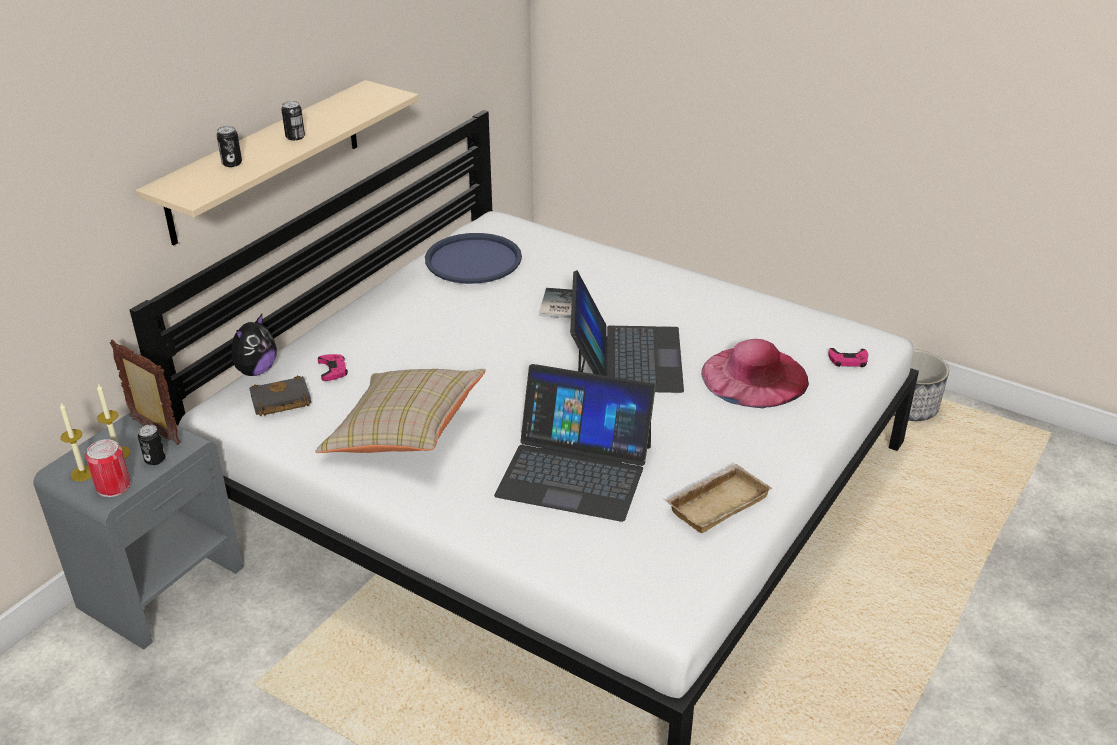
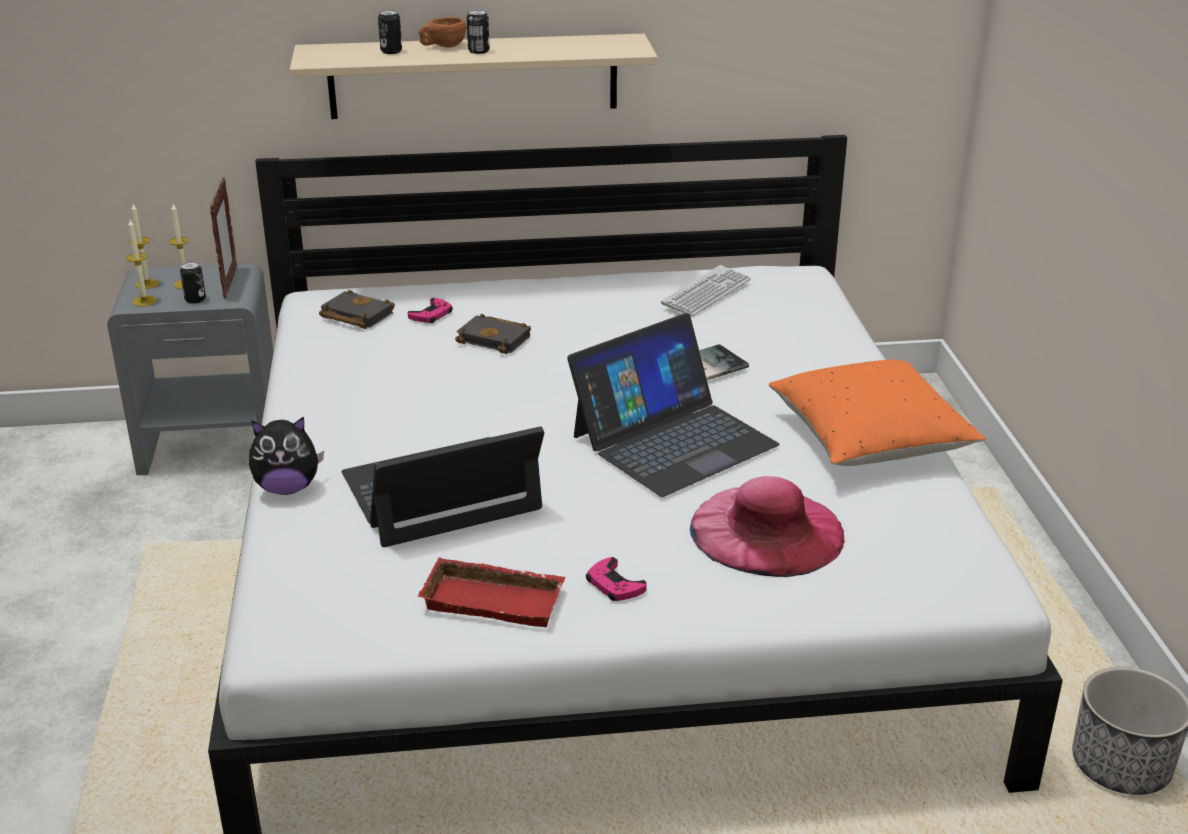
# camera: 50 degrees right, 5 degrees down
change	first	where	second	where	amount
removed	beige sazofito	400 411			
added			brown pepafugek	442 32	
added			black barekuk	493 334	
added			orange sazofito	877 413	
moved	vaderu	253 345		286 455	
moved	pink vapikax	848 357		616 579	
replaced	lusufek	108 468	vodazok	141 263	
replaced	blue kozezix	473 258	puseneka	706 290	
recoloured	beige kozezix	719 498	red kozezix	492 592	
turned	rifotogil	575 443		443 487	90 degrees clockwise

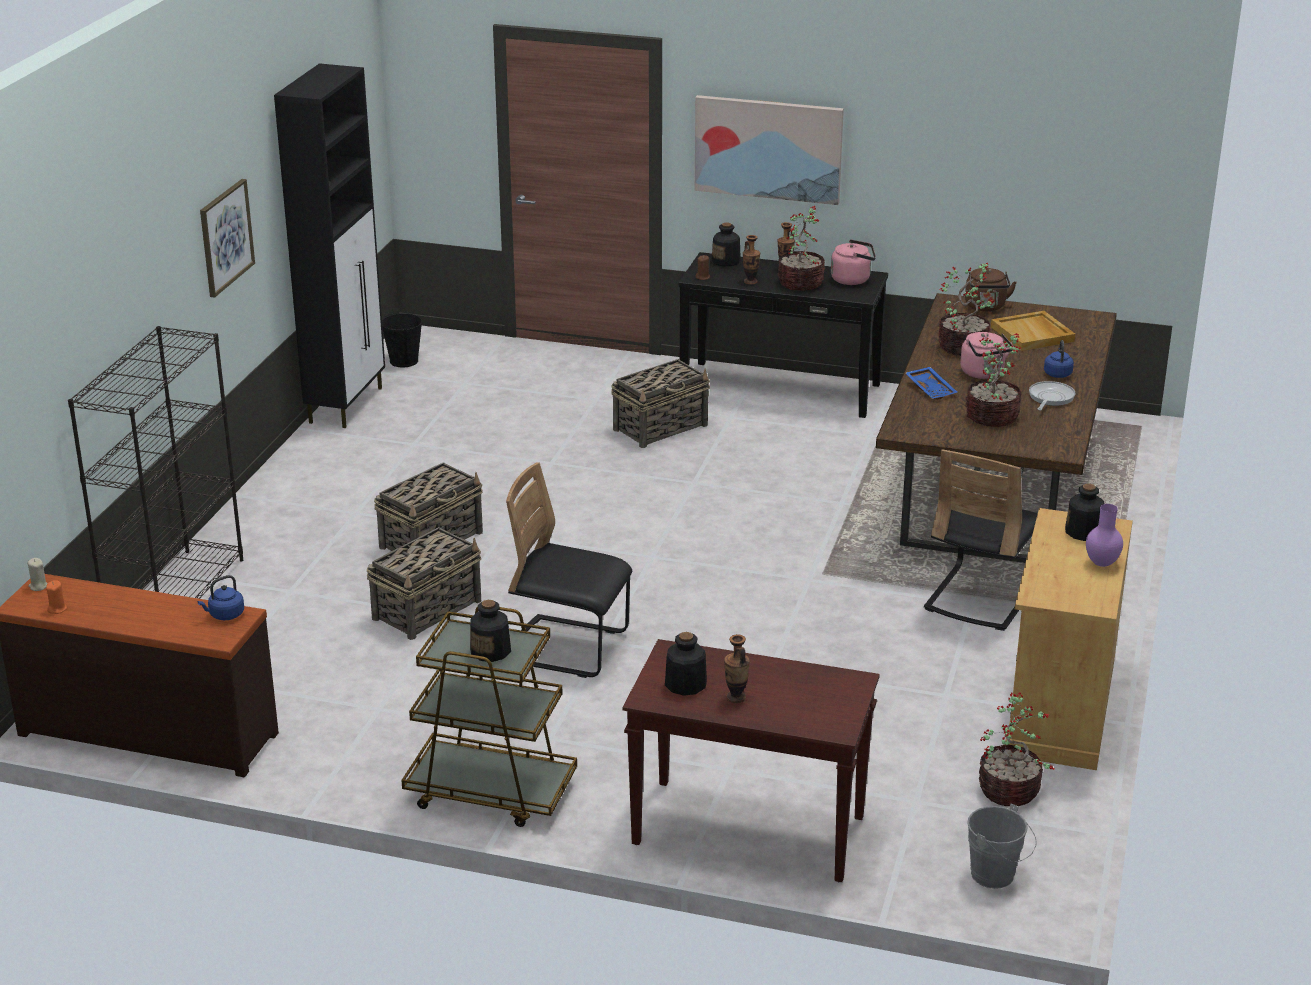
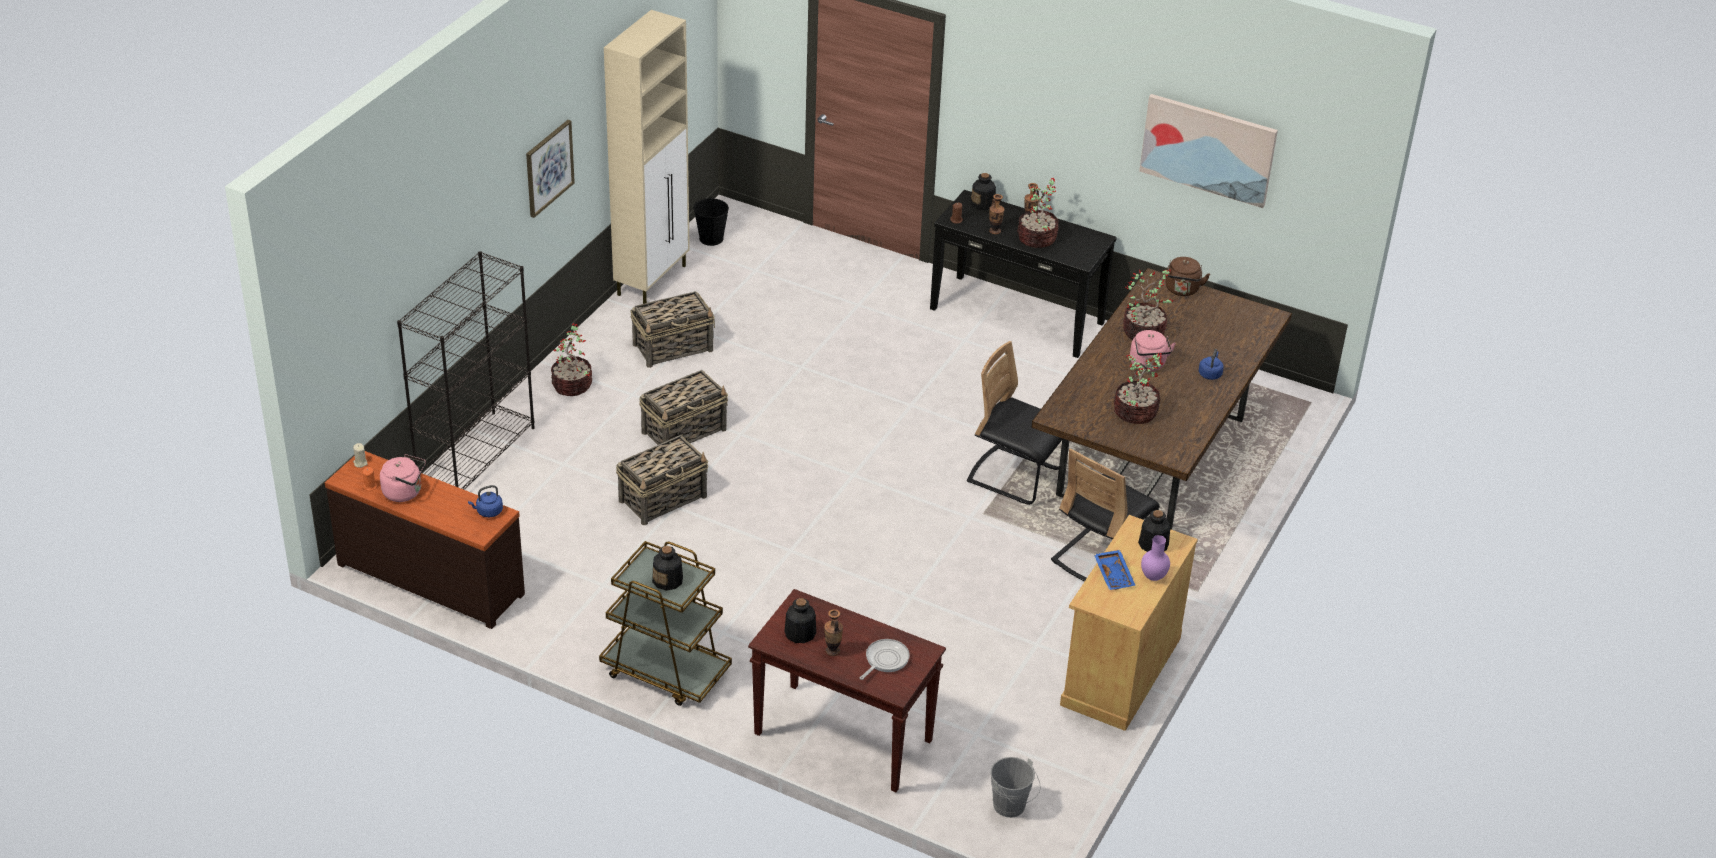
# camera: 10 degrees right, 10 degrees up
change	first	where	second	where	amount
removed	beige kozezix	1033 331			
moved	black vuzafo	569 570		1014 423	
moved	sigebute	660 403		673 329	
moved	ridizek	769 150		1208 151	
moved	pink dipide	853 262		403 478	
moved	blue kozezix	931 383		1114 570	
moved	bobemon	1017 749		571 359	
moved	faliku	1052 395		885 659	
recoloured	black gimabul	329 245	beige gimabul	647 157	

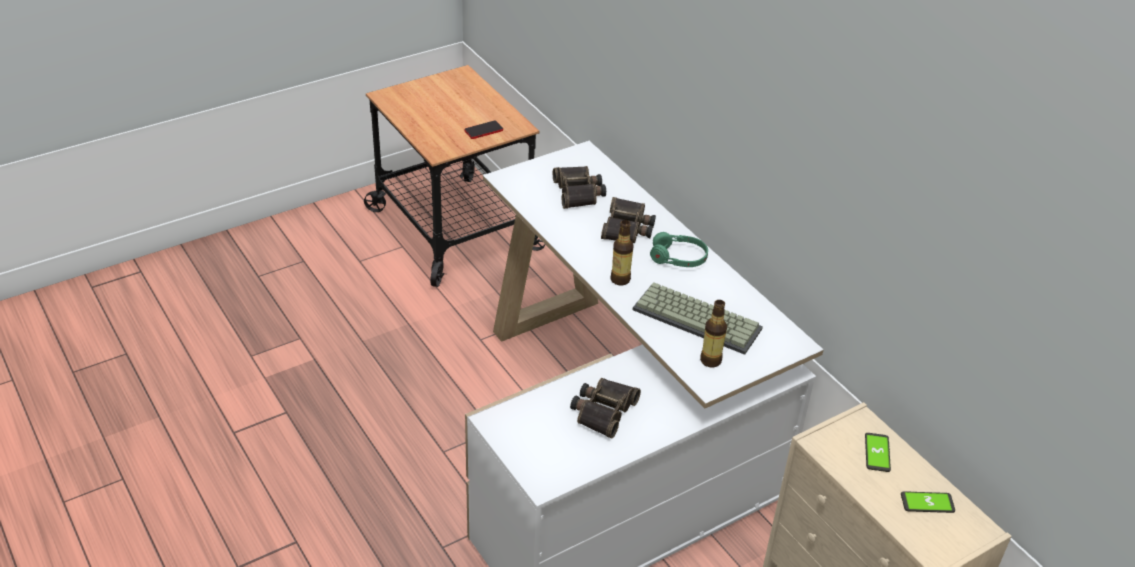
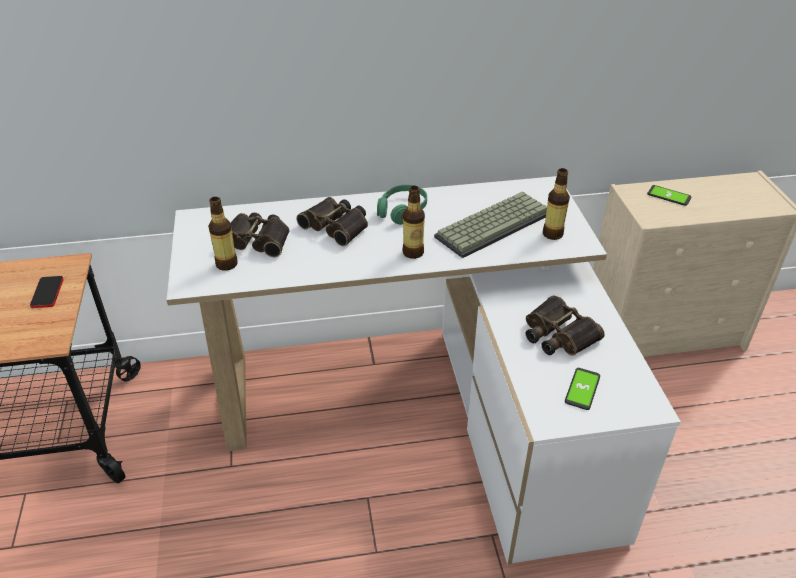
# camera: 65 degrees left, 0 degrees up
change	first	where	second	where	amount
added			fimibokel	223 234	
moved	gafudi	928 502		582 389	

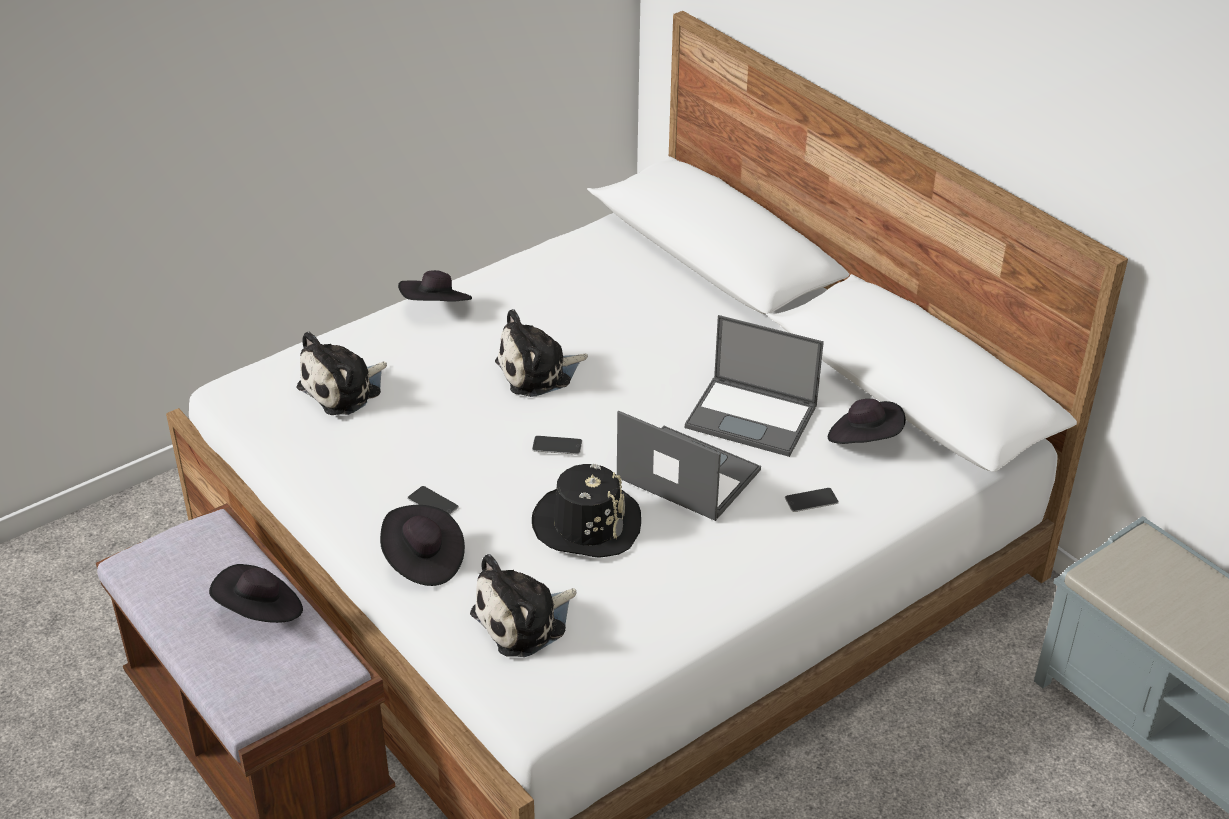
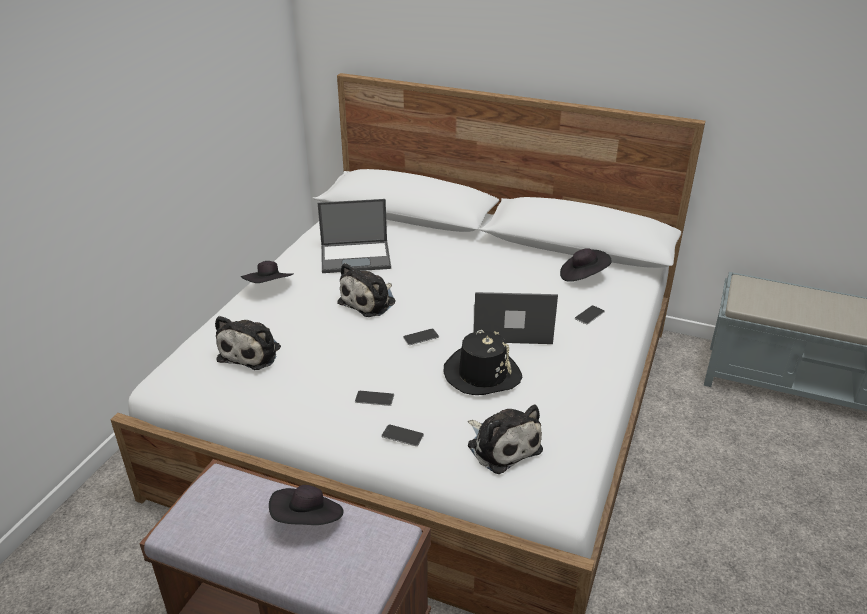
# camera: 30 degrees left, 5 degrees down
change	first	where	second	where	amount
moved	rifotogil	754 386		354 236	
replaced	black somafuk	422 545	gafudi	402 435	
turned	vaderu	523 605		505 439	60 degrees counterclockwise

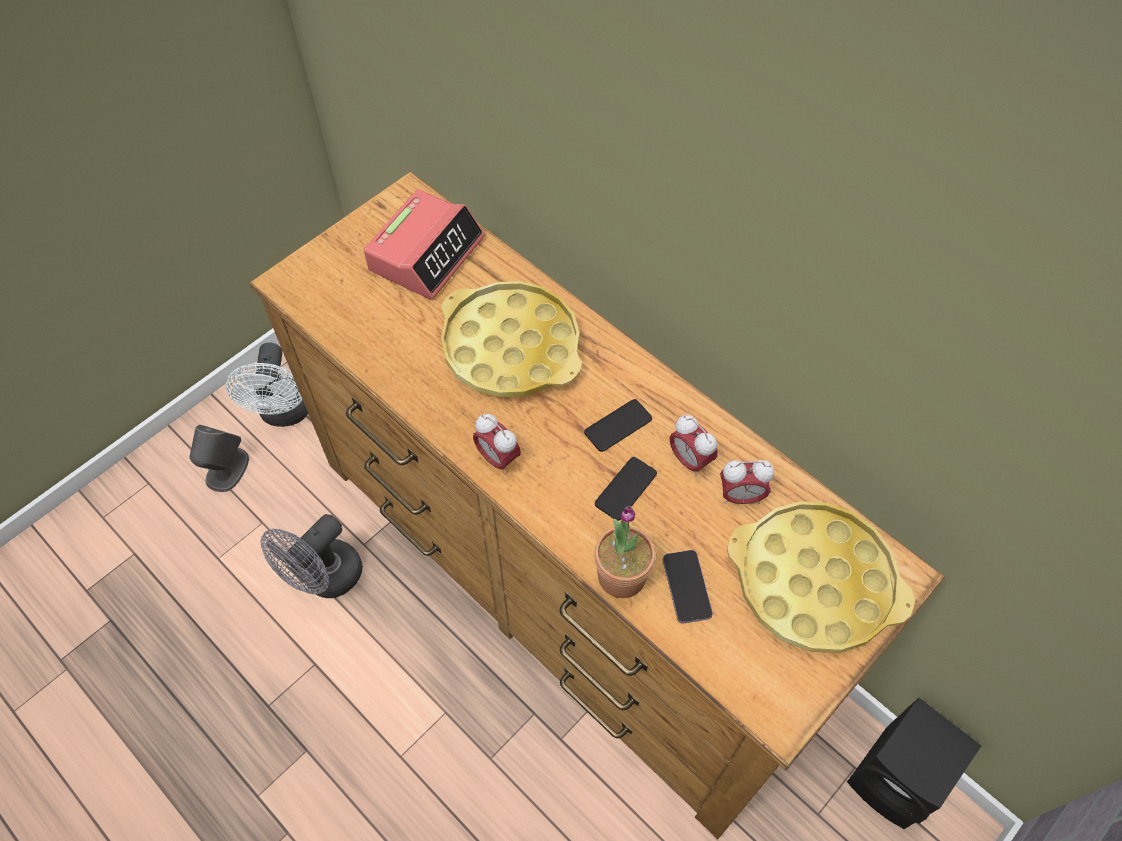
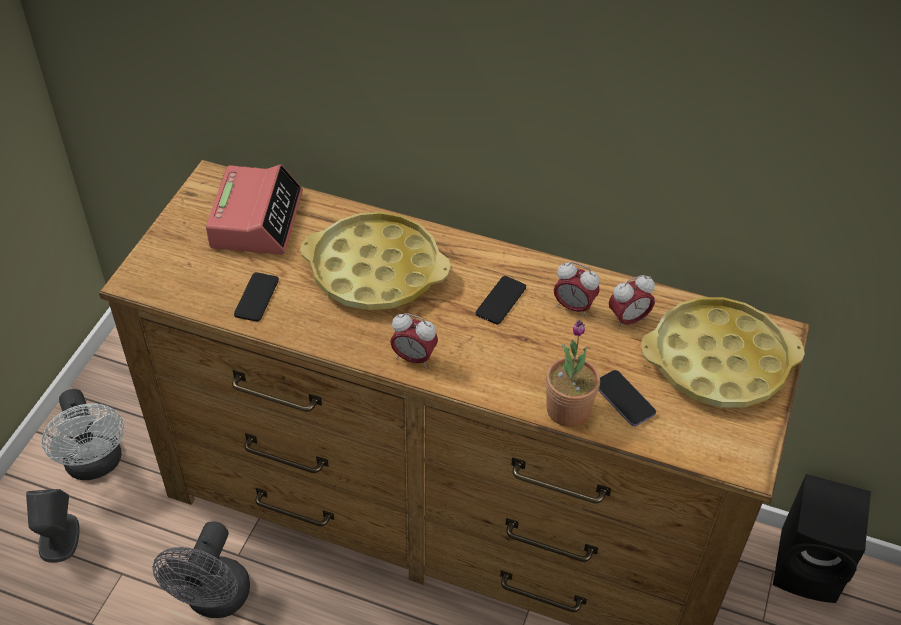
# camera: 25 degrees left, 10 degrees down
change	first	where	second	where	amount
moved	gafudi	626 489		256 297	

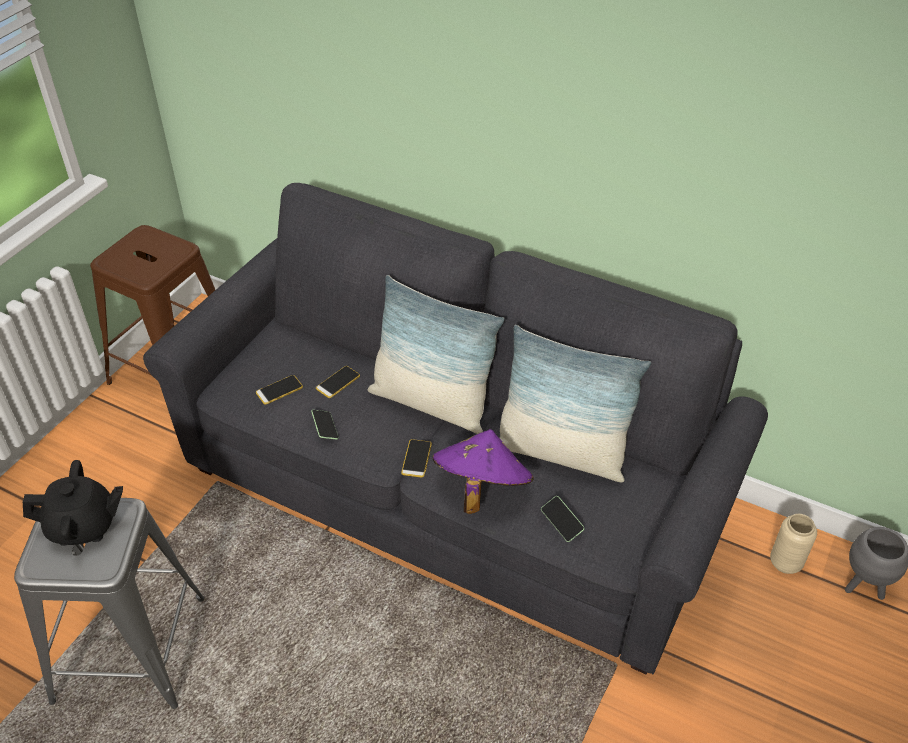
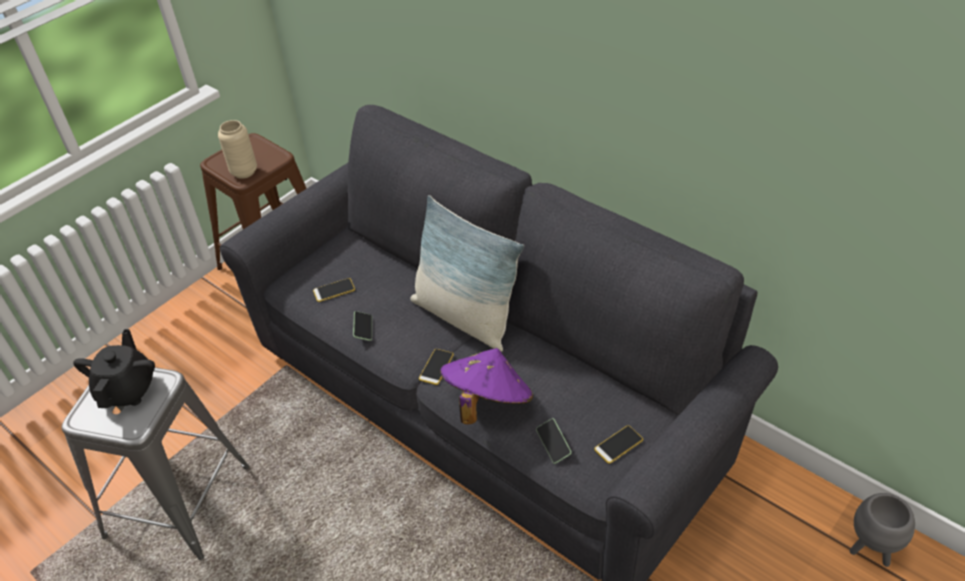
# camera: 15 degrees right, 0 degrees up
change	first	where	second	where	amount
removed	sazofito	575 403			
moved	gafudi	338 382		618 445	
moved	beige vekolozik	793 544		237 149	
turned	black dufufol	73 503		114 368	90 degrees counterclockwise

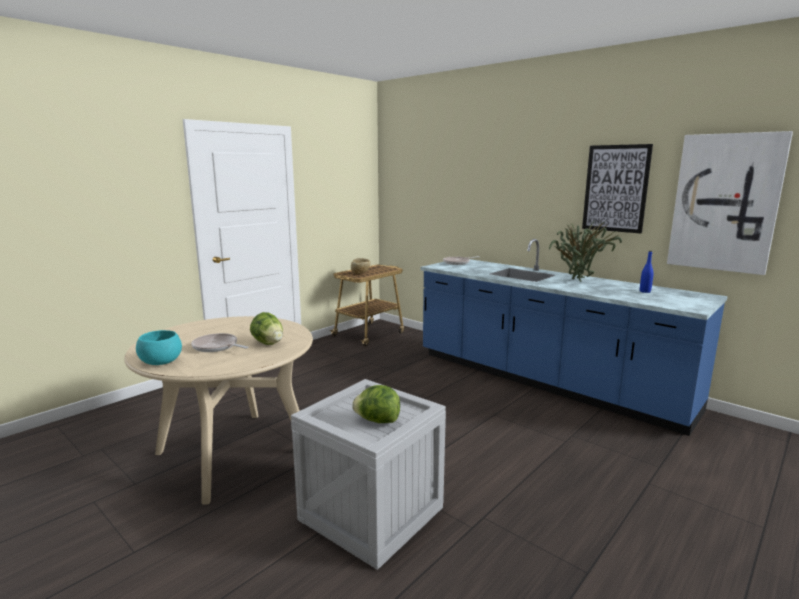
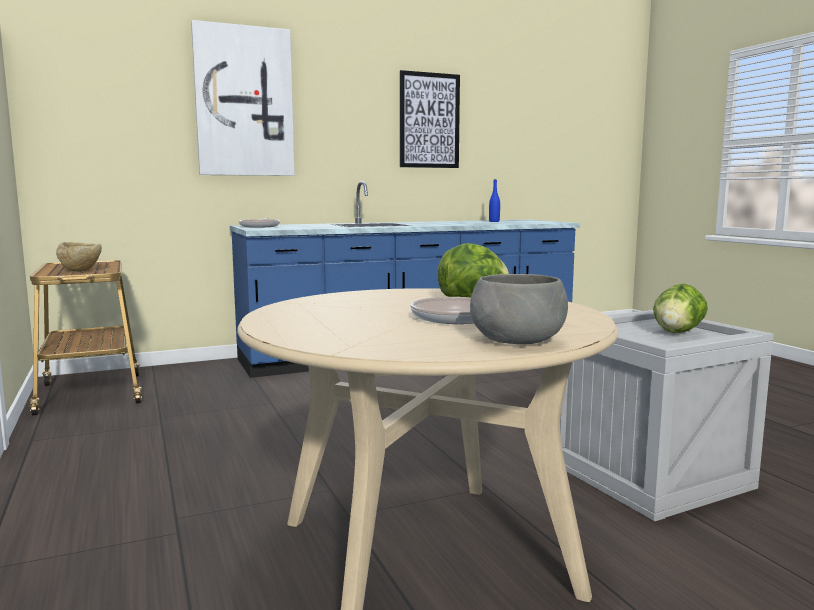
# camera: 65 degrees left, 5 degrees down
change	first	where	second	where	amount
removed	bobemon	585 251			
moved	ridizek	730 203		243 98	
recoloured	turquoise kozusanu	159 347	grey kozusanu	519 309	

